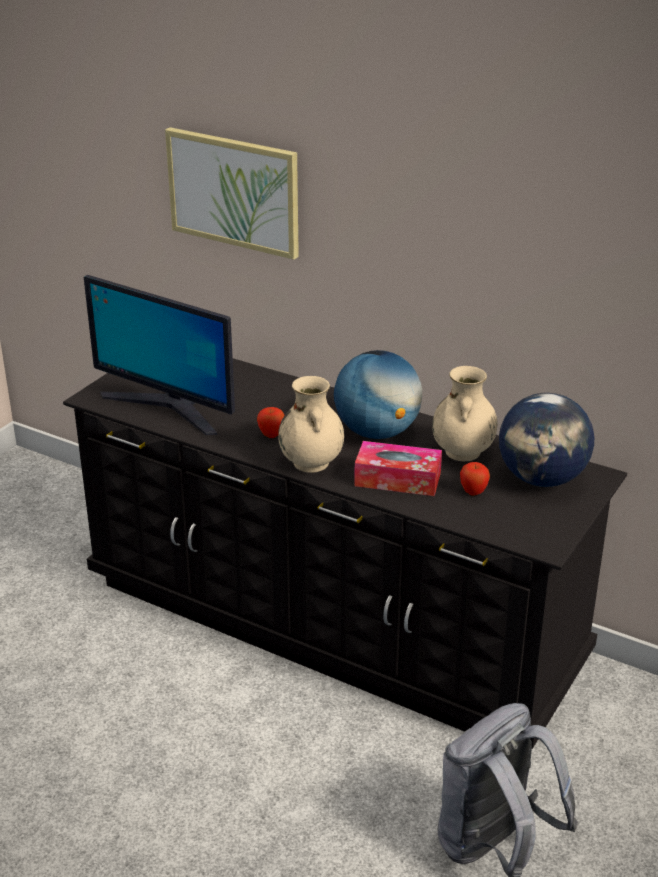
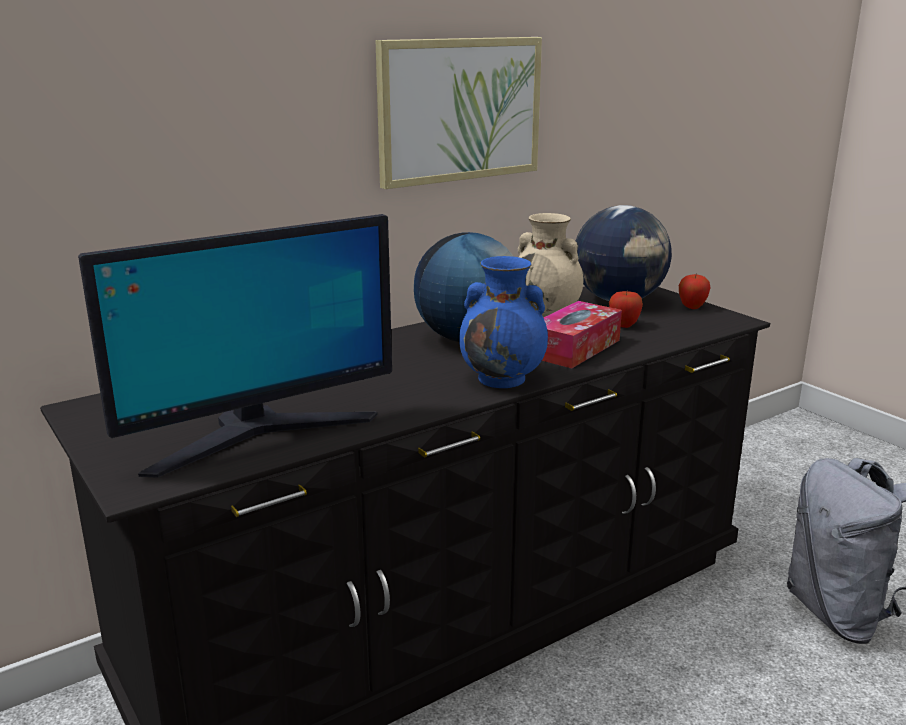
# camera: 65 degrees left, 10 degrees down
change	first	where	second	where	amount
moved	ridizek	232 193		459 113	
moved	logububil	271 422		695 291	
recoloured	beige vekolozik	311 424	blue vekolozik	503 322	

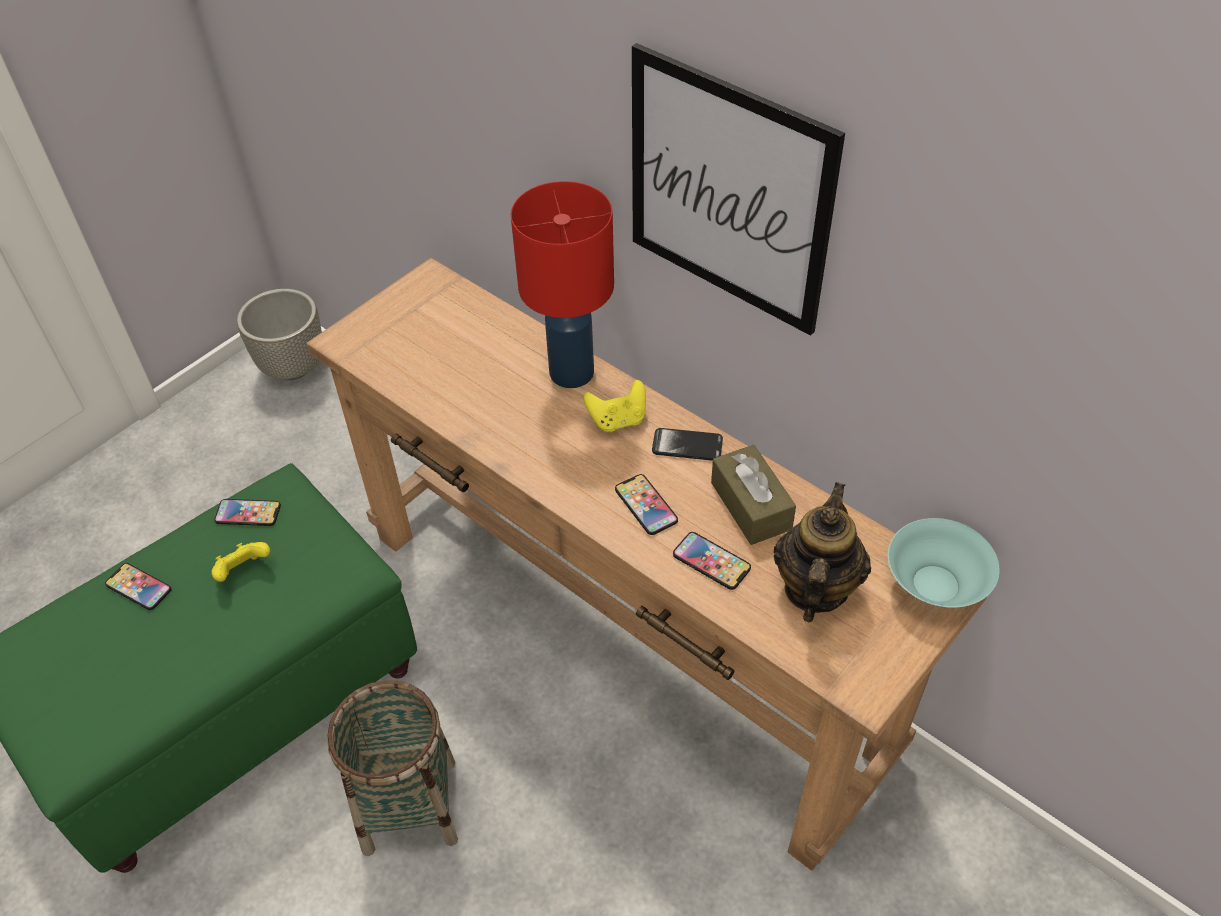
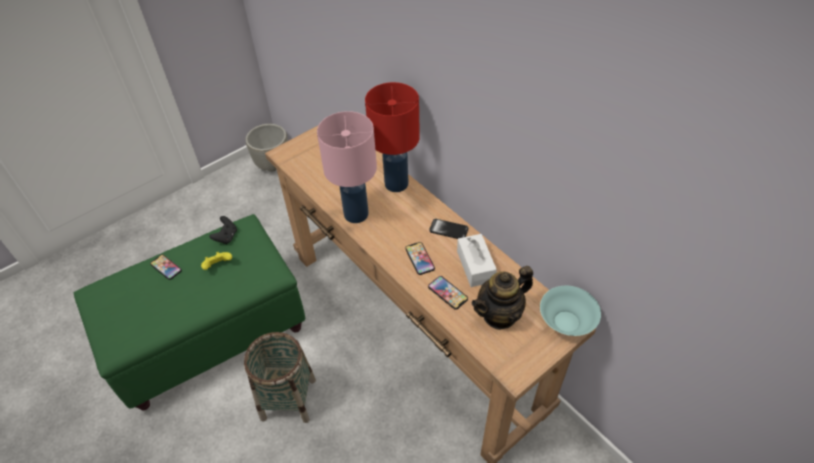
# camera: 10 degrees right, 0 degrees up
change	first	where	second	where	amount
removed	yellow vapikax	614 406			
removed	ridizek	738 189			
added			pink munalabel	347 167	
replaced	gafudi	247 512	black vapikax	223 230	
recoloured	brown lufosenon	753 495	white lufosenon	477 260	
turned	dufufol	822 552		502 298	150 degrees counterclockwise

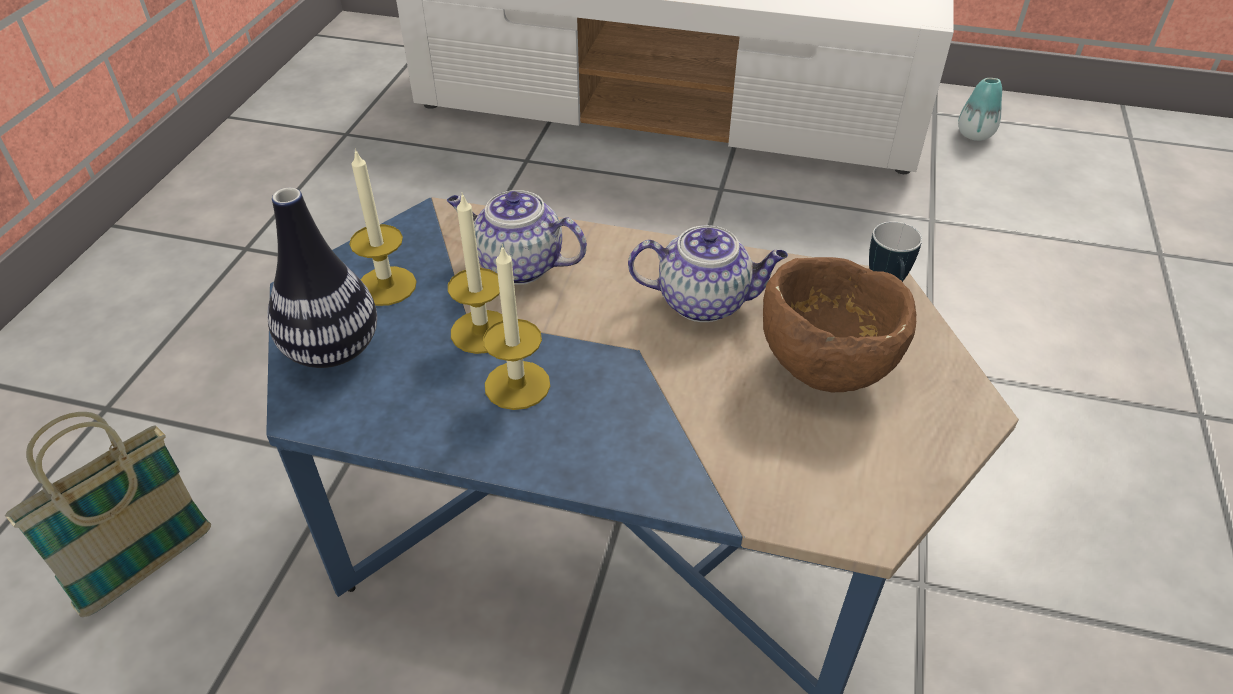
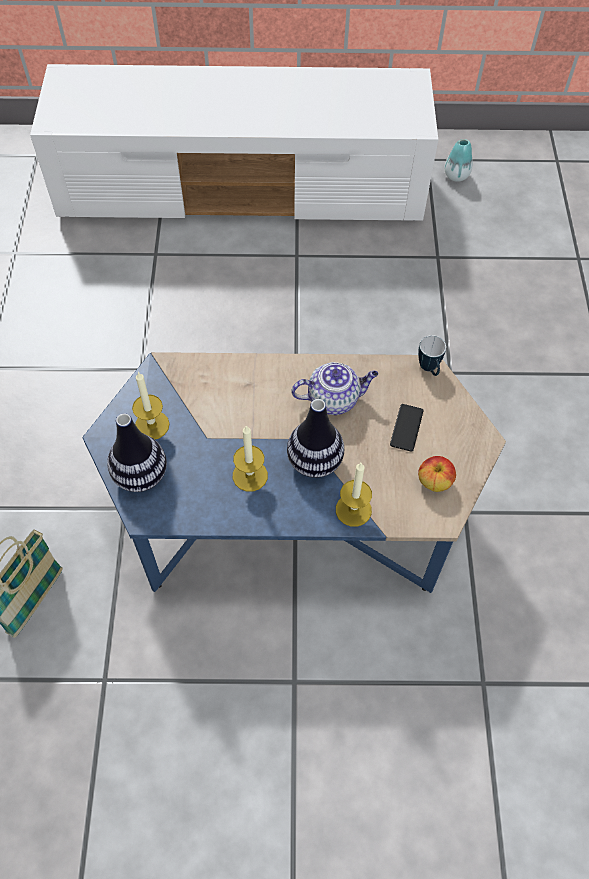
# camera: 15 degrees left, 15 degrees up
change	first	where	second	where	amount
removed	dufufol	517 237			
added			vekolozik	315 438	
added			logububil	437 474	
moved	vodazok	475 273		354 495	
replaced	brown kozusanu	840 325	gafudi	407 428	

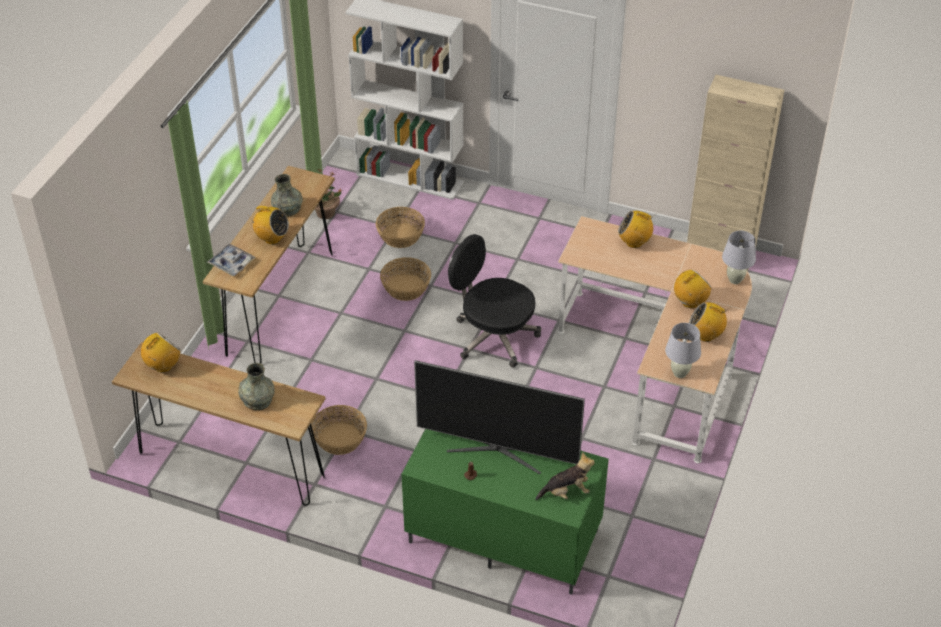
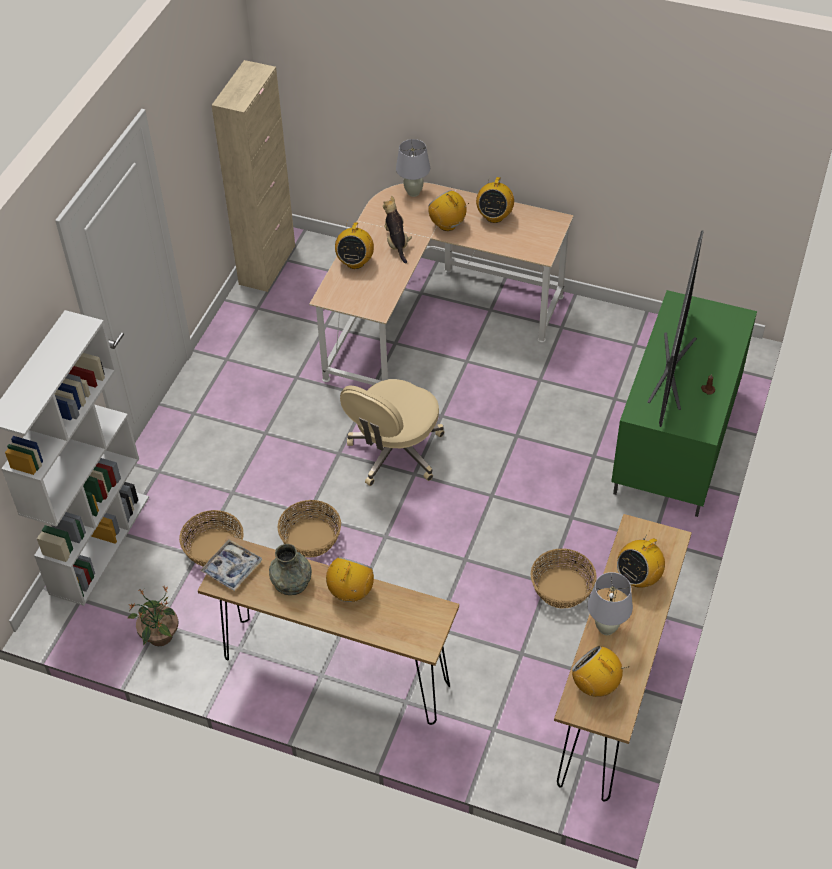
# camera: 90 degrees left, 5 degrees up
change	first	where	second	where	amount
moved	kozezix	231 260		231 565	
moved	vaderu	565 476		397 230	
moved	white munalabel	683 350		610 603	
replaced	grey vekolozik	257 386	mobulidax	641 558	
recoloured	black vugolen	494 301	beige vugolen	392 432	

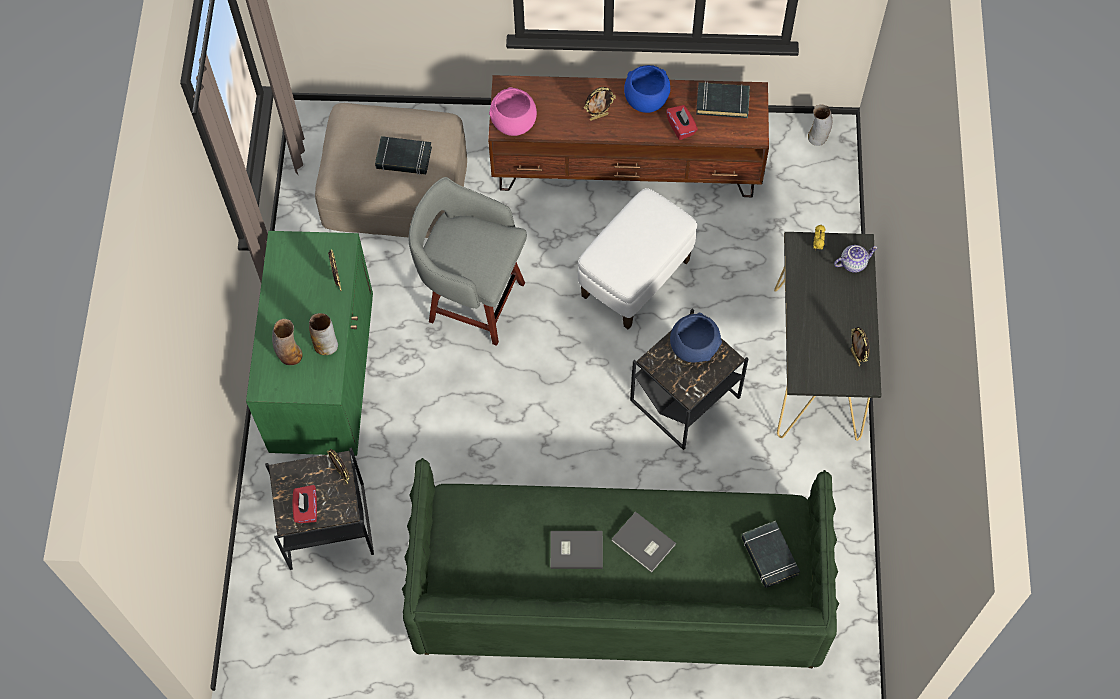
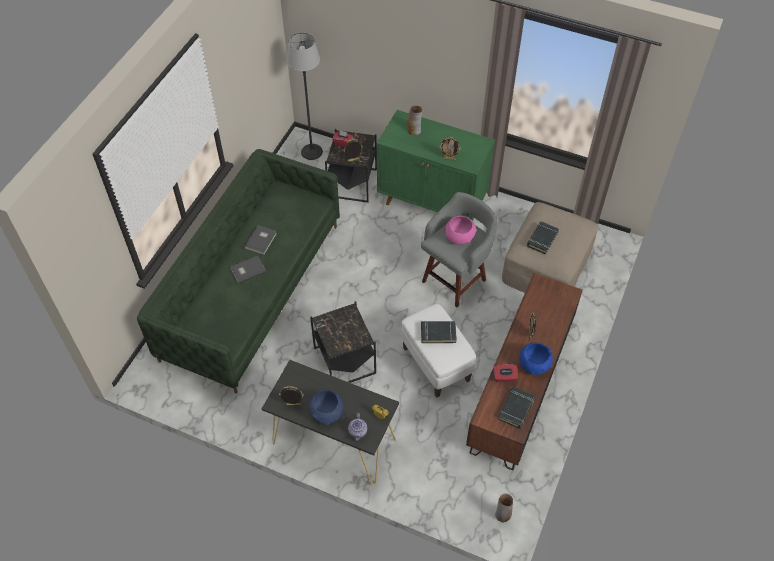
# camera: 110 degrees right, 10 degrees down
change	first	where	second	where	amount
removed	vekolozik	323 334			
added			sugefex	304 96	
moved	pink kozusanu	513 111		461 230	
moved	blue kozusanu	696 338		326 407	
moved	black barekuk	771 554		439 332	

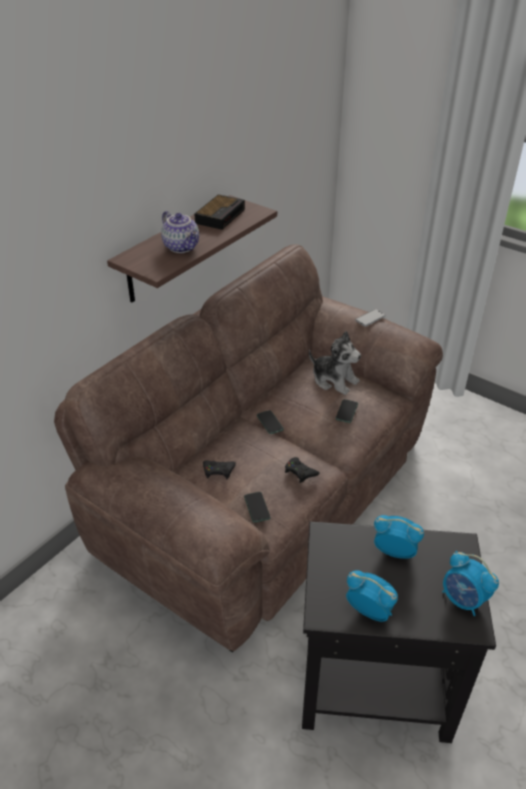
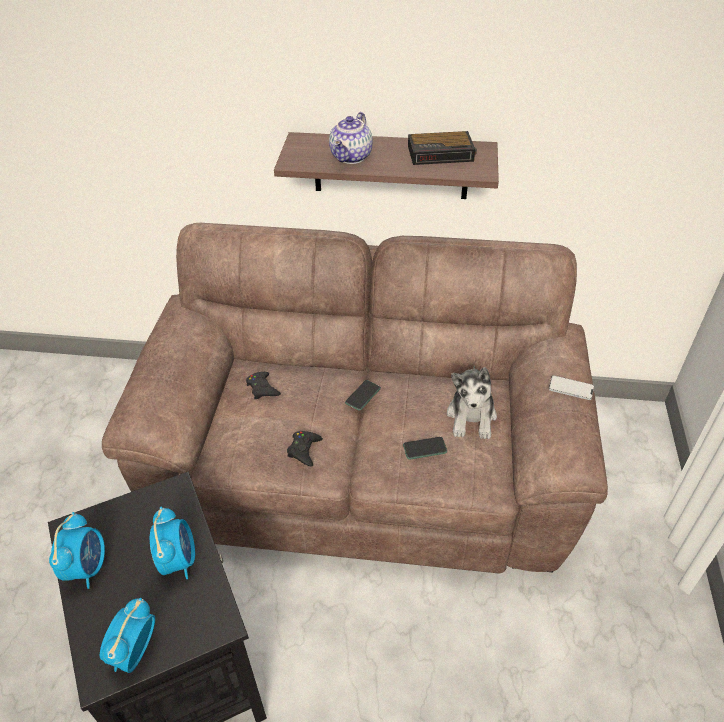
# camera: 60 degrees right, 5 degrees up
change	first	where	second	where	amount
removed	gafudi	257 507			

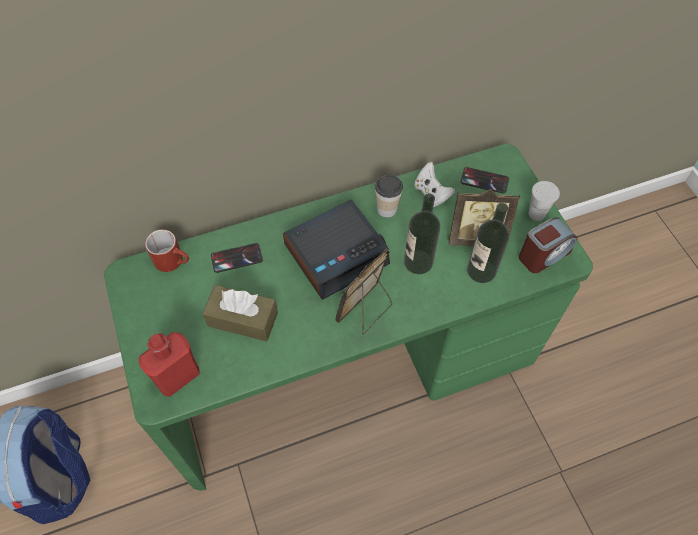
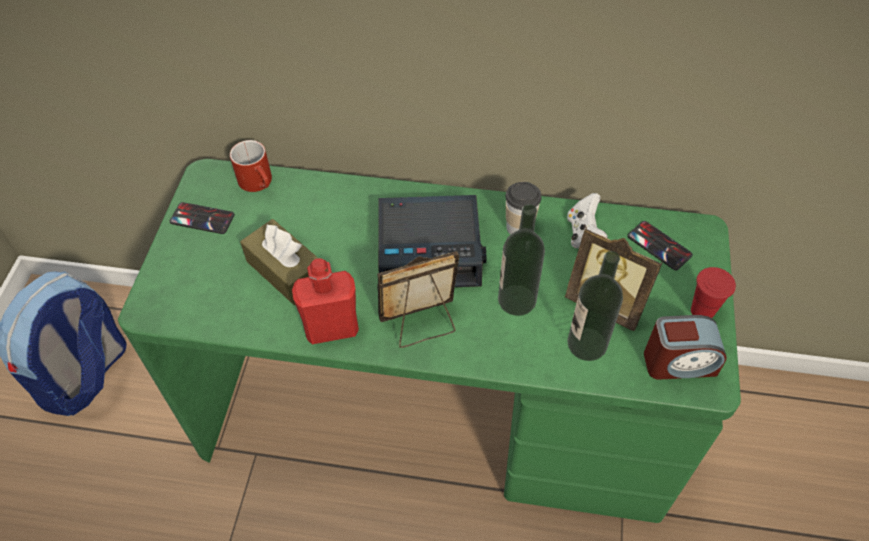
# camera: 30 degrees right, 5 degrees down
change	first	where	second	where	amount
moved	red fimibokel	169 364		325 301	
moved	gafudi	237 258		202 218	
recoloured	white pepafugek	544 201	red pepafugek	713 292	

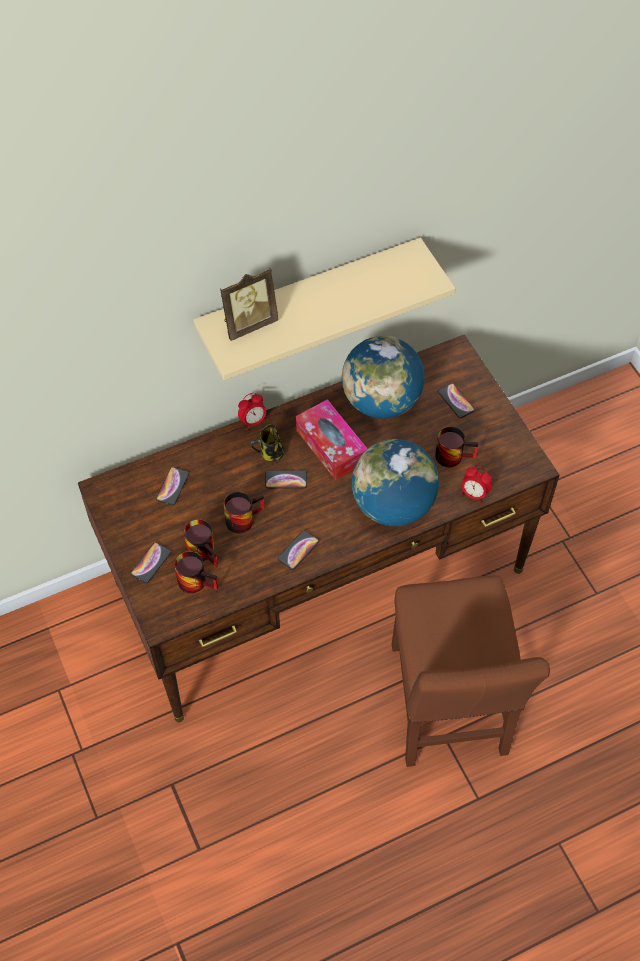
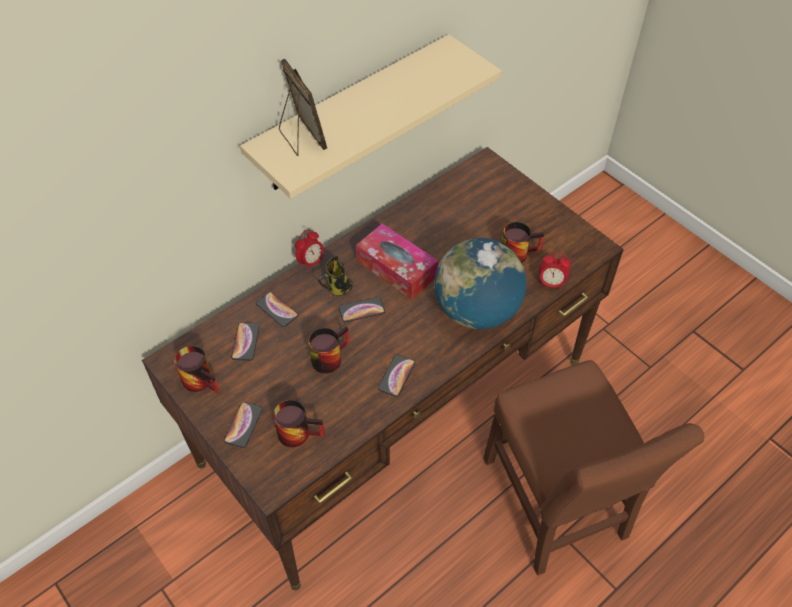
# camera: 15 degrees left, 5 degrees down
change	first	where	second	where	amount
removed	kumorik	383 377			
moved	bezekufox	201 543		197 370	
moved	gafudi	456 400		277 309	
turned	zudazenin	249 304		303 107	75 degrees counterclockwise

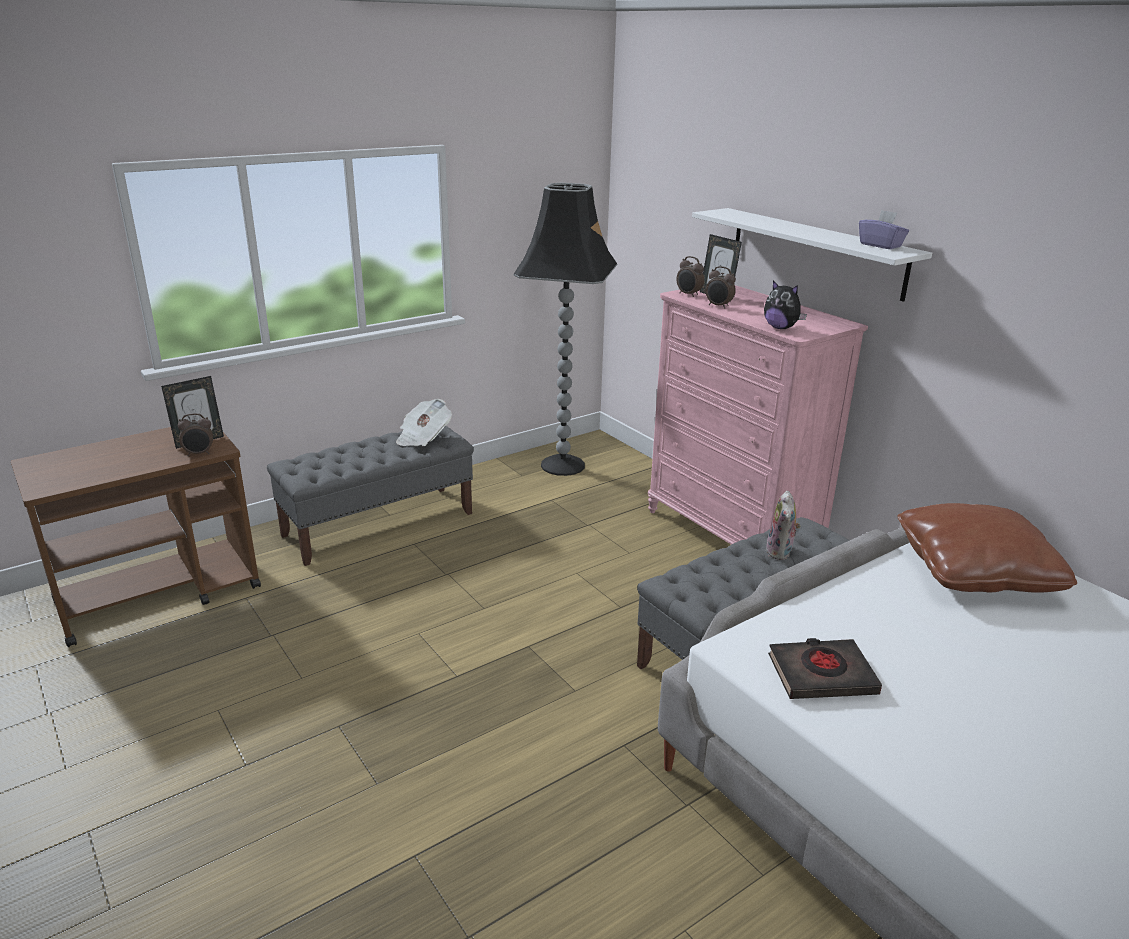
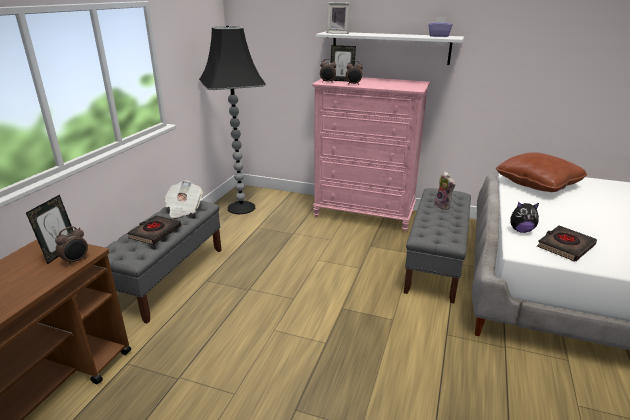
# camera: 35 degrees left, 0 degrees up
change	first	where	second	where	amount
added			black barekuk	154 230	
added			zudazenin	338 18	
moved	vaderu	785 304		525 217	

